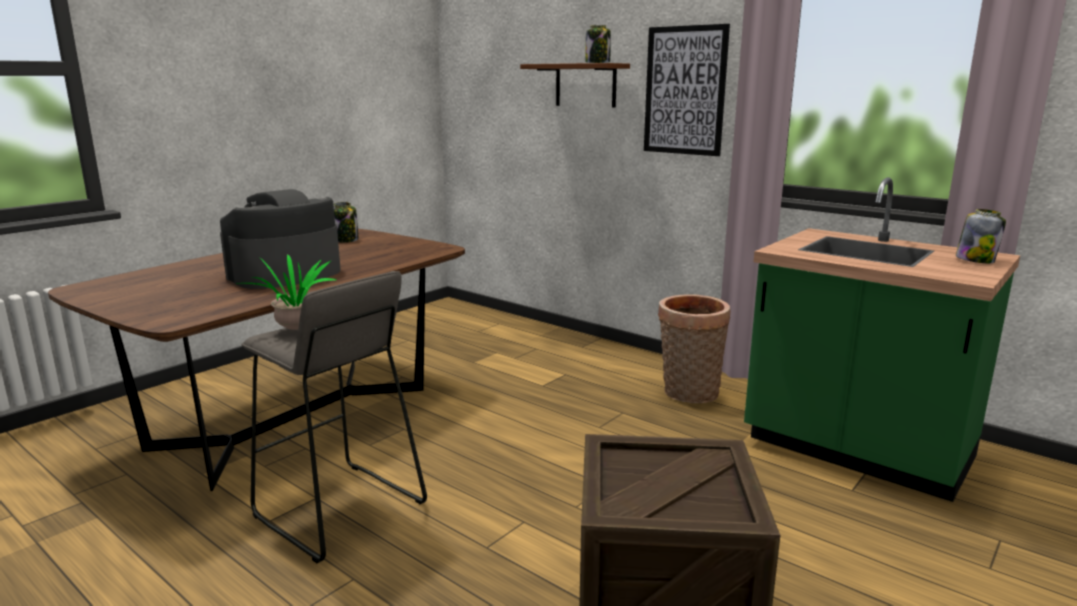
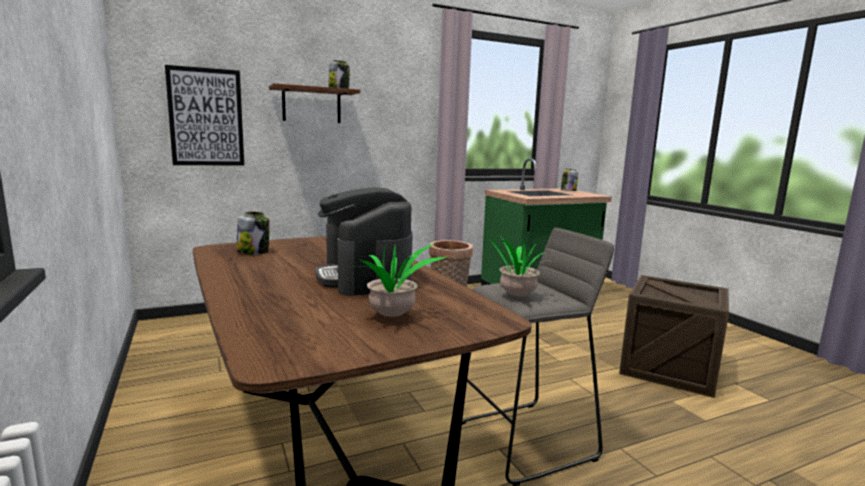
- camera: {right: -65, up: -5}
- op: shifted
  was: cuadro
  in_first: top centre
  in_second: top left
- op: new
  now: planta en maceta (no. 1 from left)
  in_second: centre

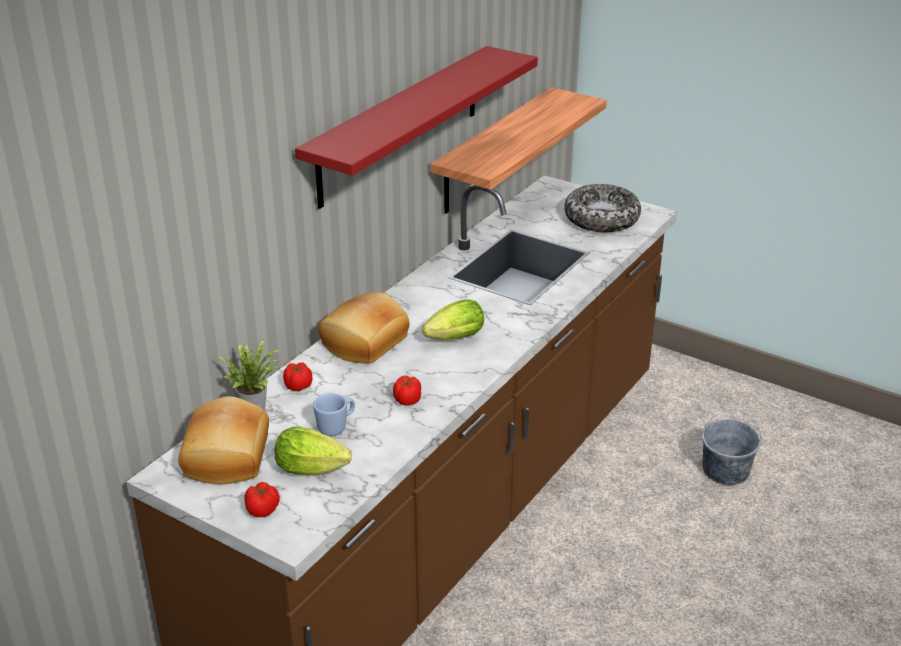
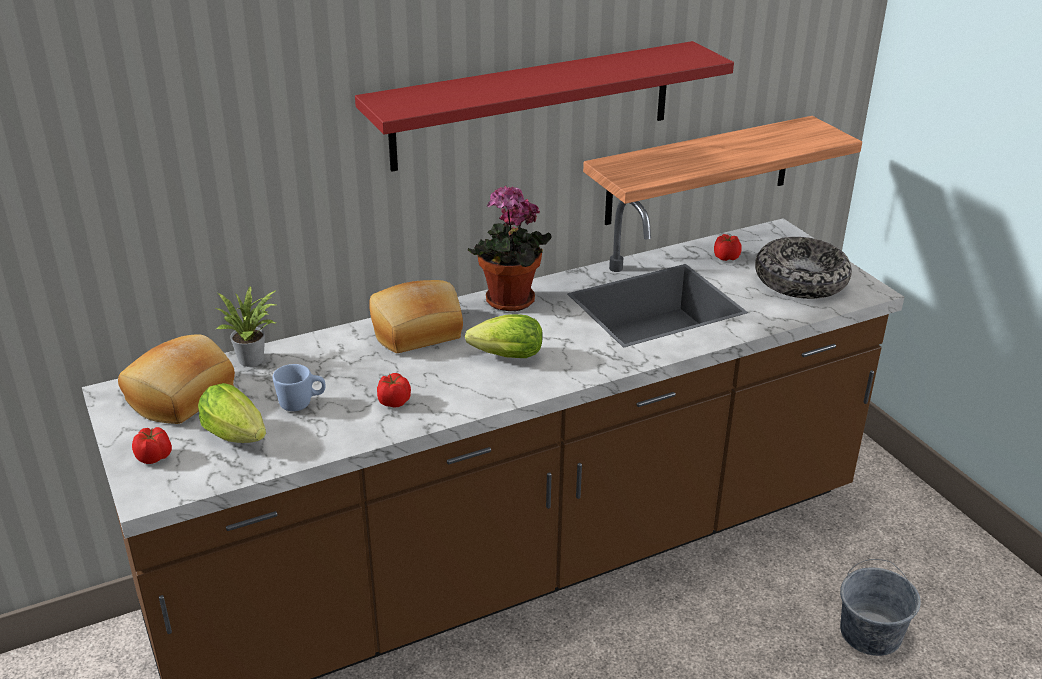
- camera: {right: 30, up: 0}
- op: shifted
  was: tomate (no. 2 from left in the first image)
  now: tomate (no. 3 from left)
  in_first: middle left
  in_second: middle right
- op: new
  now: planta en maceta (no. 2 from left)
  in_second: centre

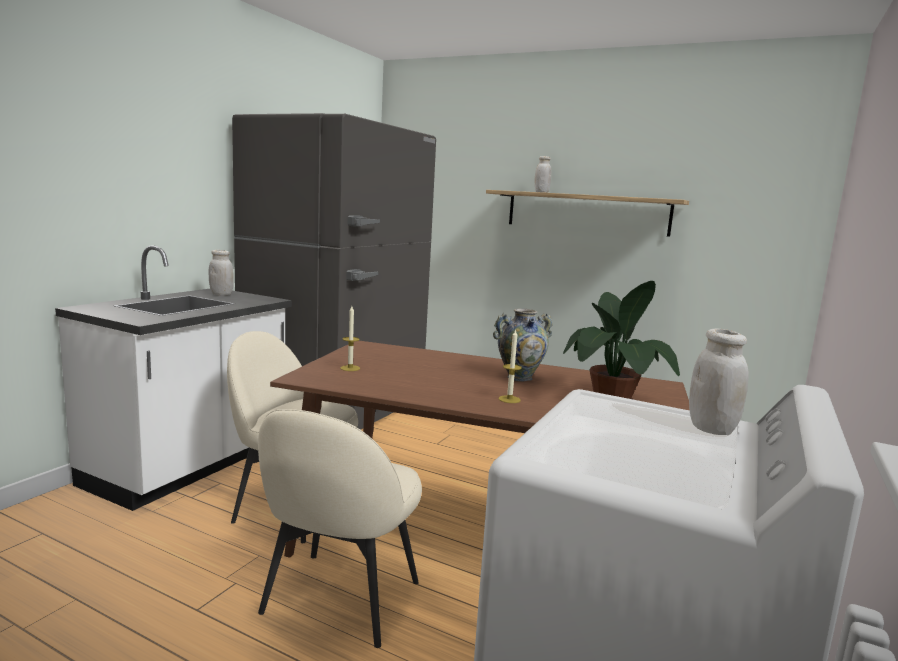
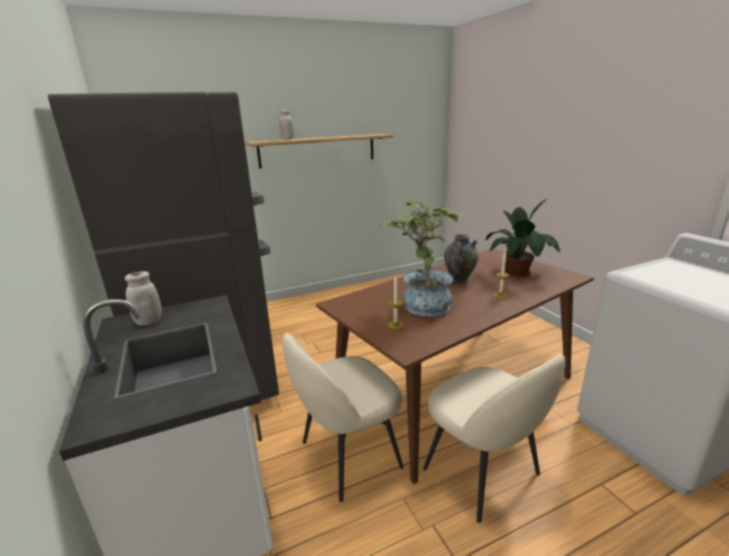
- camera: {right: -50, up: 10}
- op: gone
  was: tarro (blanco) (no. 3 from left)
  in_first: middle right
- op: new
  now: planta en maceta (no. 1 from left)
  in_second: centre

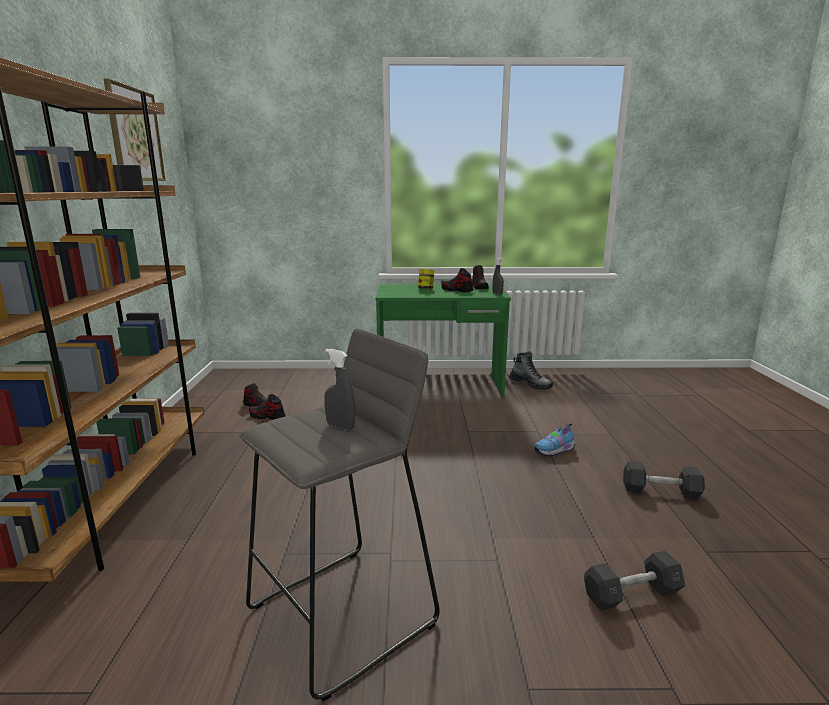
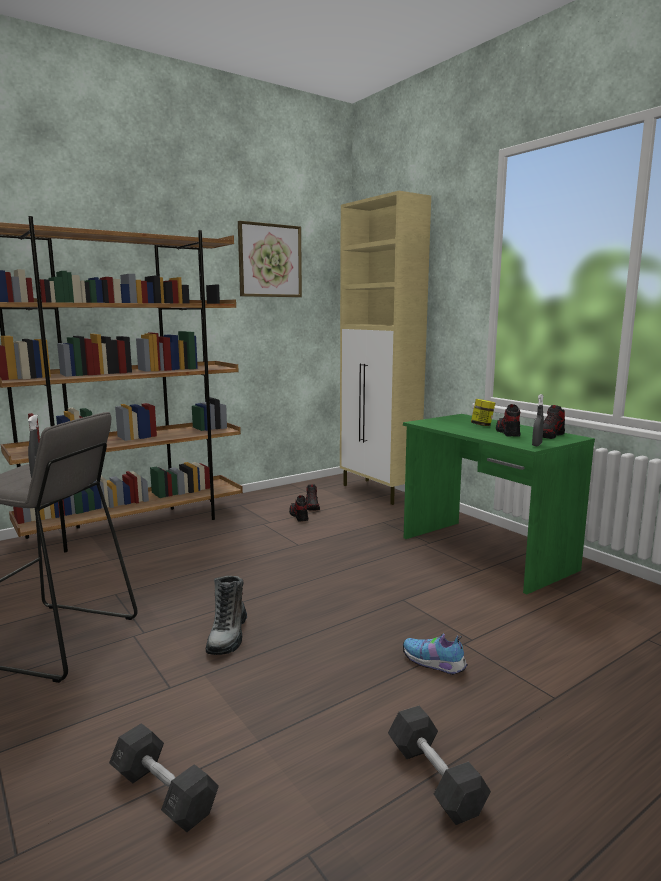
- camera: {right: 55, up: -5}
- op: shifted
  was: bota
  in_first: centre
  in_second: bottom centre
- op: new
  now: armario (beis)
  in_second: centre

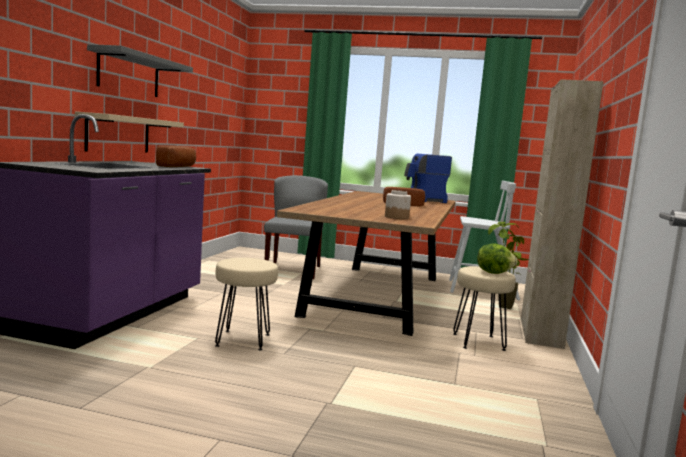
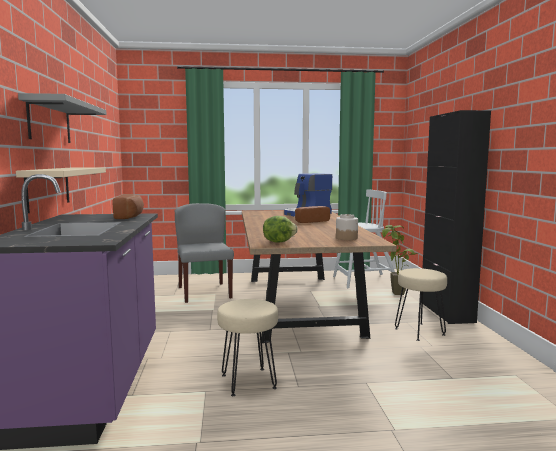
- camera: {right: -20, up: 0}
- op: repainted
  was: armario (beis)
  now: armario (negro)
  in_first: middle right
  in_second: middle right
- op: shifted
  was: lechuga
  in_first: middle right
  in_second: centre

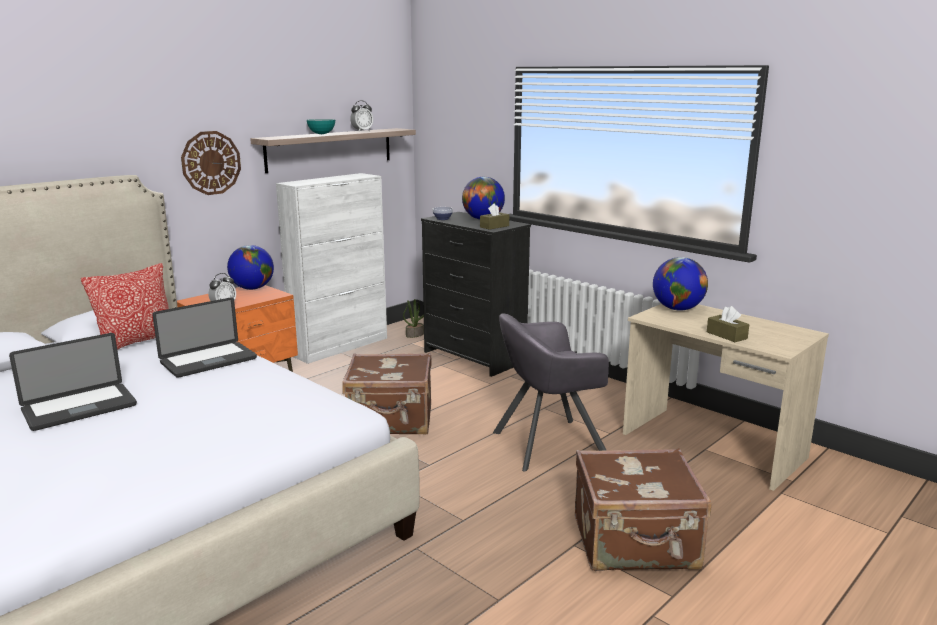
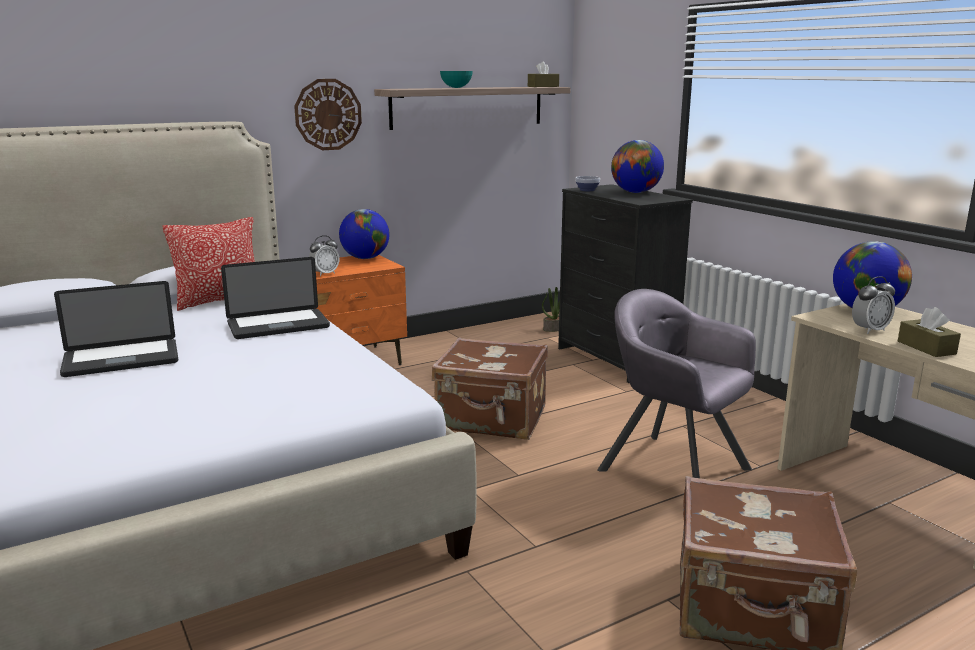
- camera: {right: 15, up: 0}
- op: shifted
  was: despertador (no. 2 from left)
  in_first: top centre
  in_second: middle right
- op: gone
  was: armario (blanco)
  in_first: centre
- op: shifted
  was: caja de pañuelos (marrón) (no. 1 from left)
  in_first: centre
  in_second: top centre
- op: rotated
  was: sillón (gris)
  in_first: centre
  in_second: middle right
  clockwise: 45

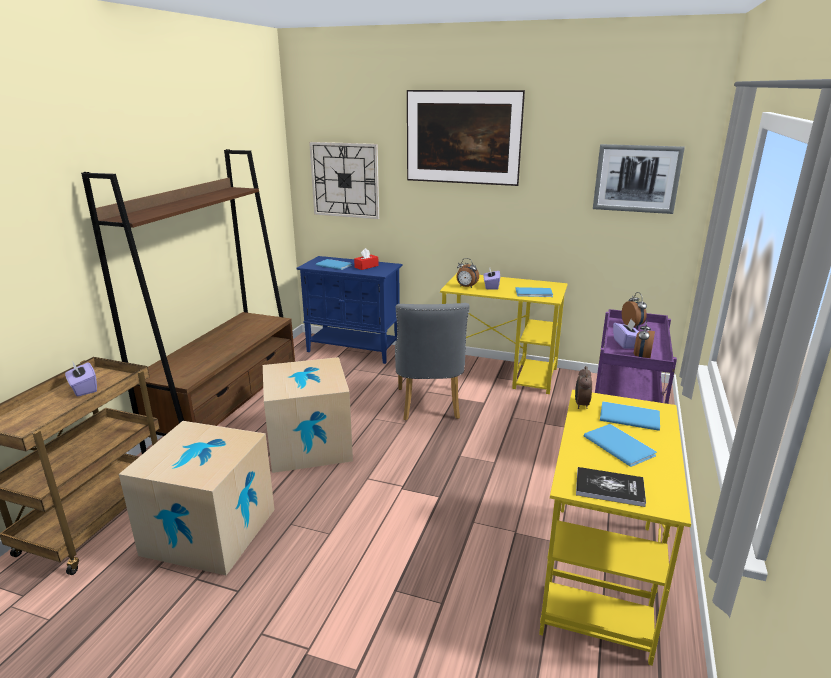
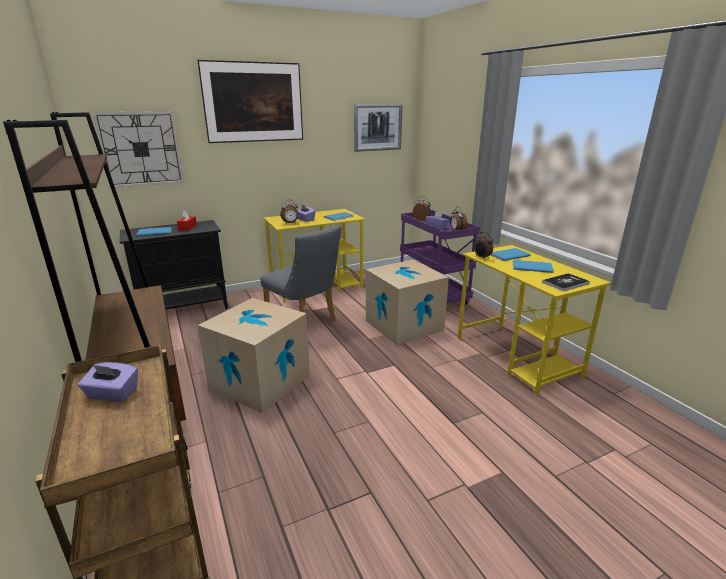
- camera: {right: -45, up: 0}
- op: repainted
  was: armario (azul)
  now: armario (negro)
  in_first: centre
  in_second: middle left
- op: shifted
  was: caja de cartón (no. 1 from left in the first image)
  now: caja de cartón (no. 2 from left)
  in_first: bottom left
  in_second: centre

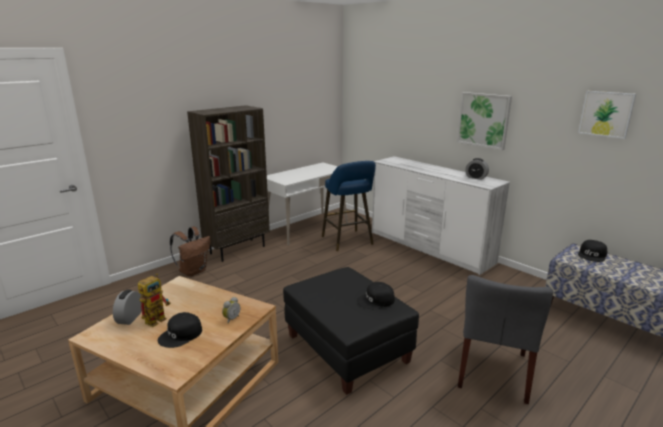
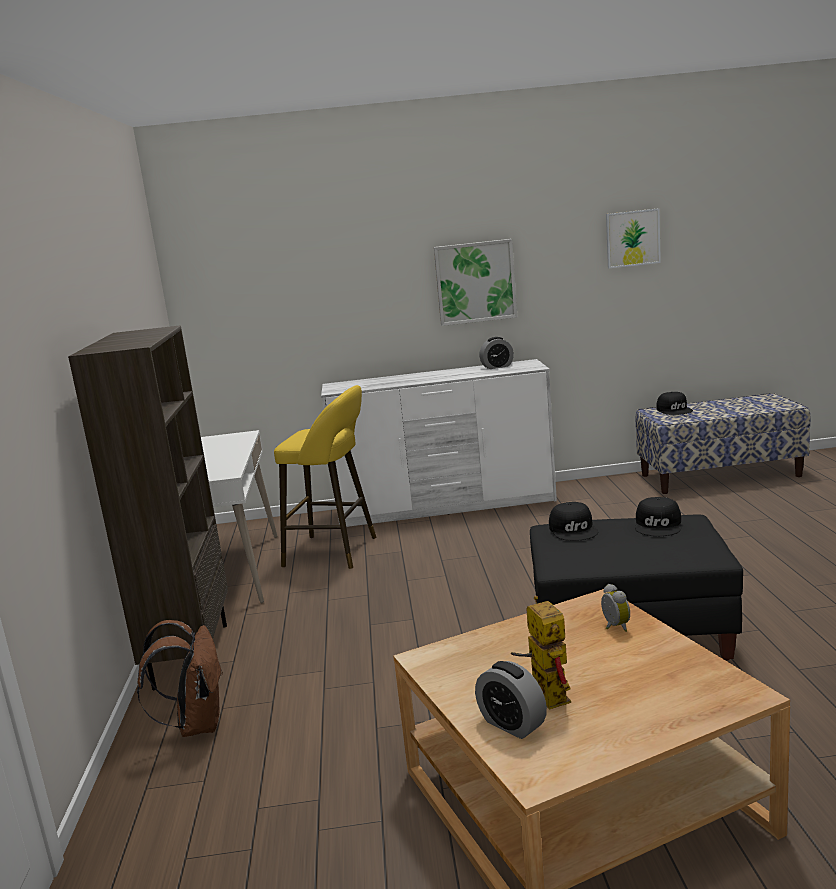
- camera: {right: -50, up: -5}
- op: repainted
  was: taburete (azul)
  now: taburete (amarillo)
  in_first: centre
  in_second: centre
- op: gone
  was: silla (gris)
  in_first: bottom right
- op: shifted
  was: gorra (negro) (no. 1 from left)
  in_first: bottom left
  in_second: middle right

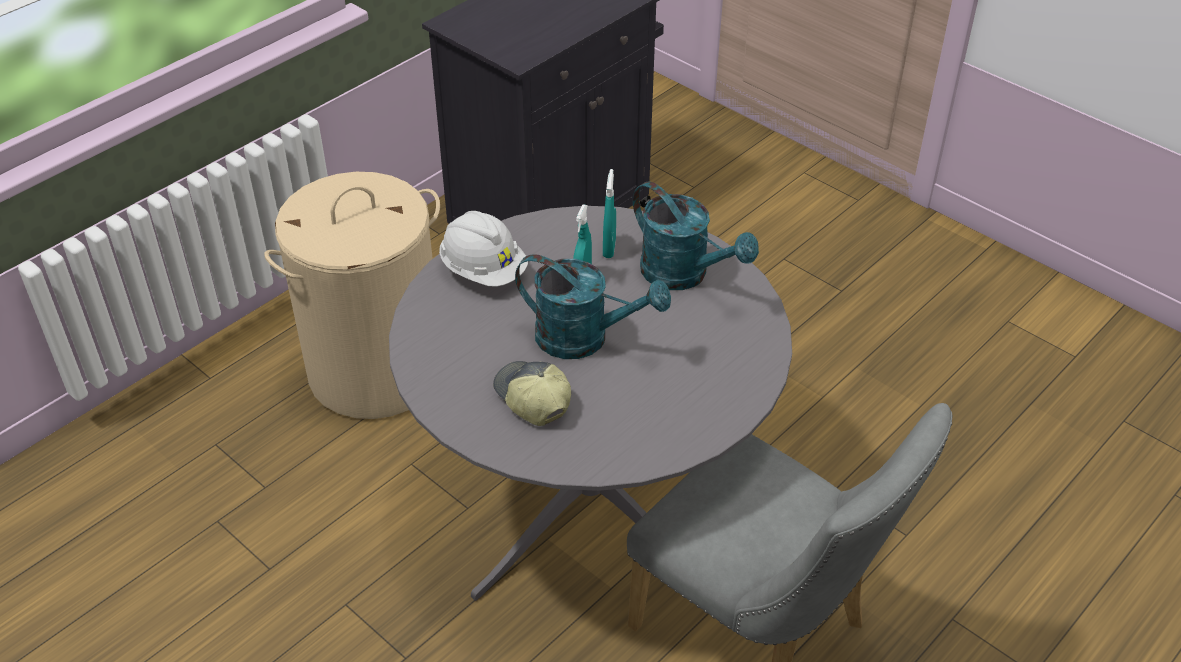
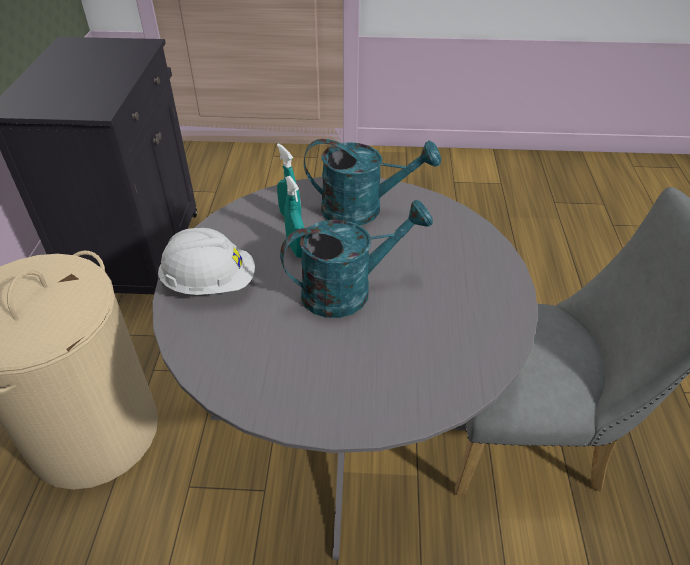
- camera: {right: -40, up: 0}
- op: gone
  was: gorra
  in_first: centre

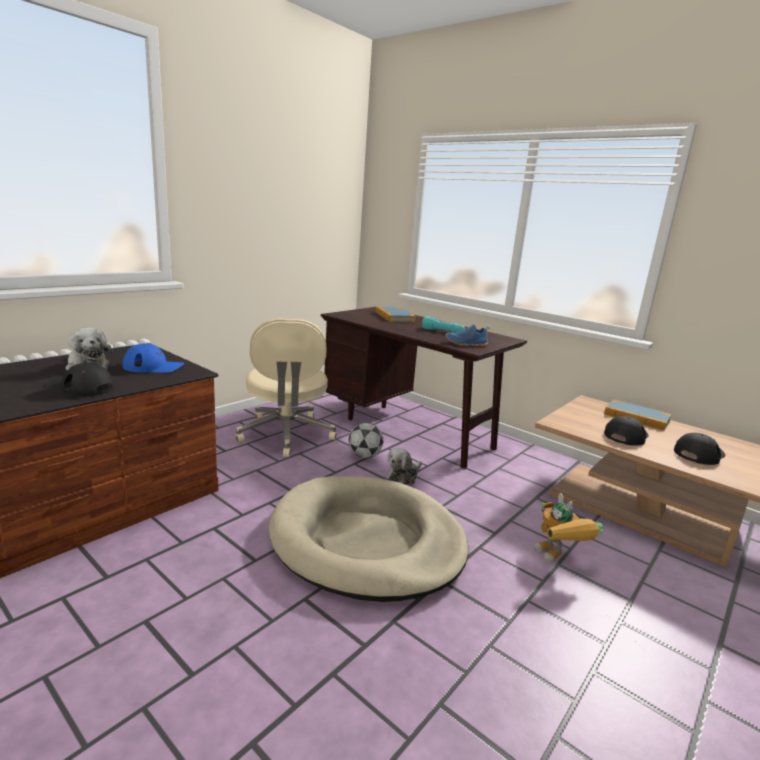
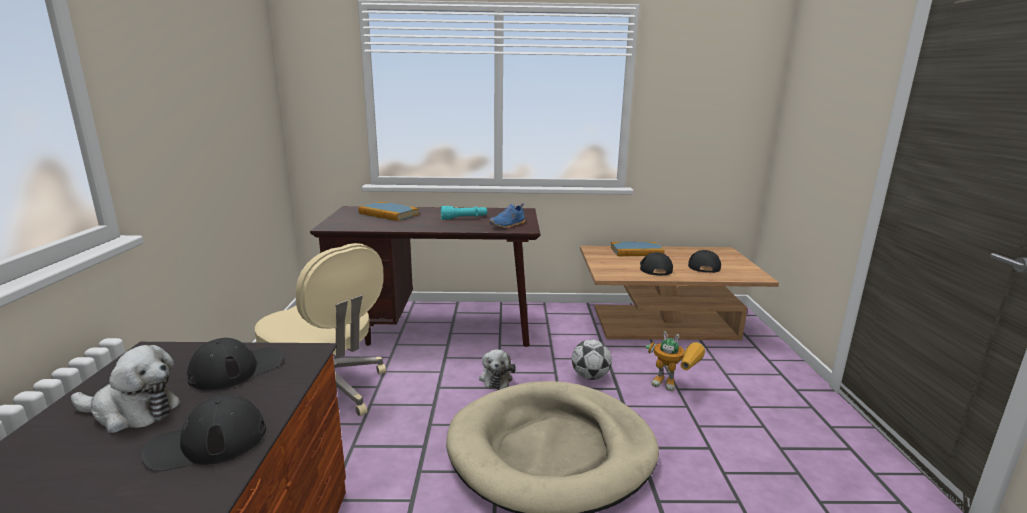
- camera: {right: -40, up: 0}
- op: repainted
  was: gorra (azul)
  now: gorra (negro) (no. 2 from left)
  in_first: middle left
  in_second: bottom left
- op: shifted
  was: balón de fútbol
  in_first: centre
  in_second: bottom centre

